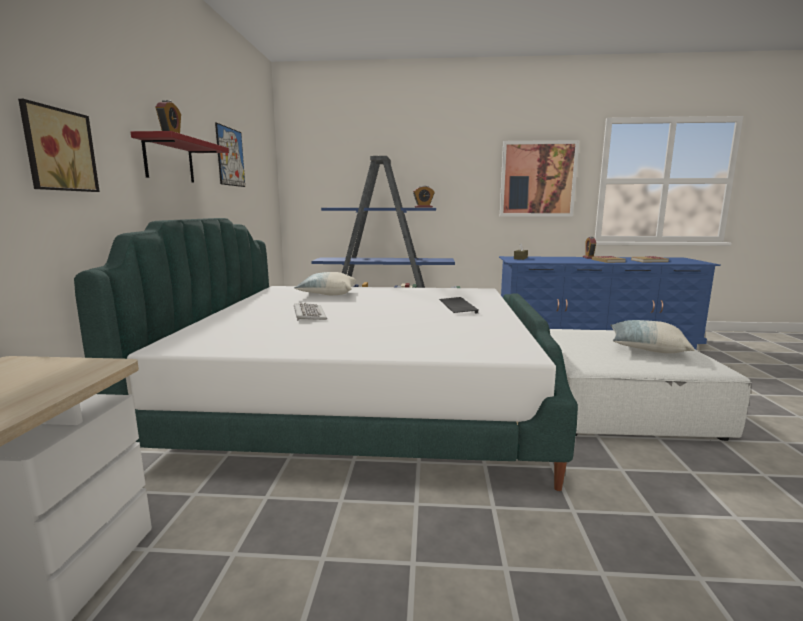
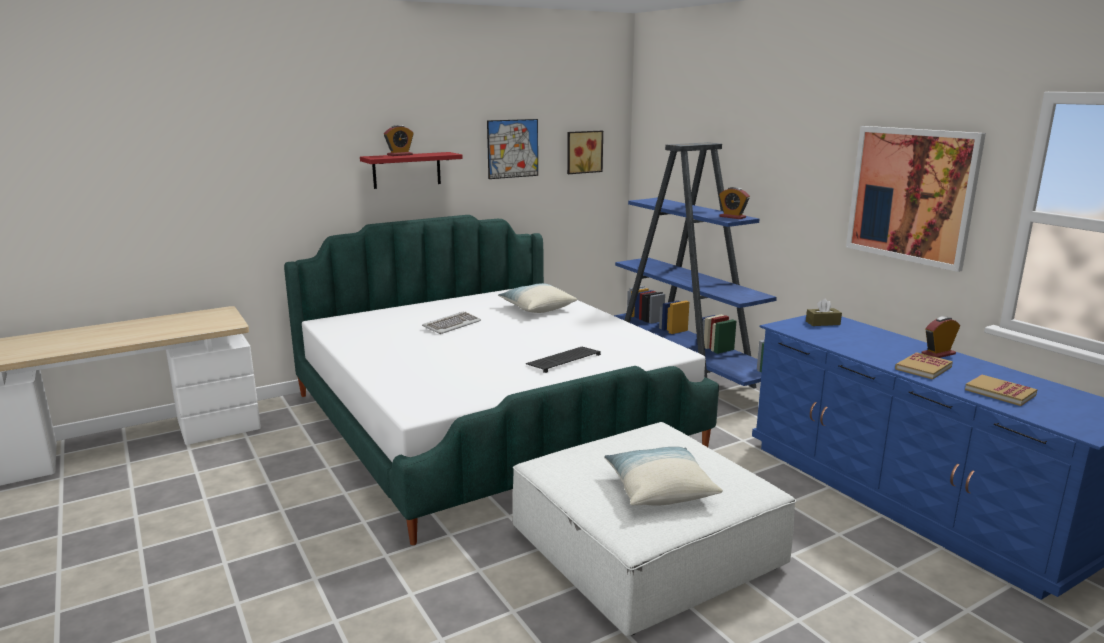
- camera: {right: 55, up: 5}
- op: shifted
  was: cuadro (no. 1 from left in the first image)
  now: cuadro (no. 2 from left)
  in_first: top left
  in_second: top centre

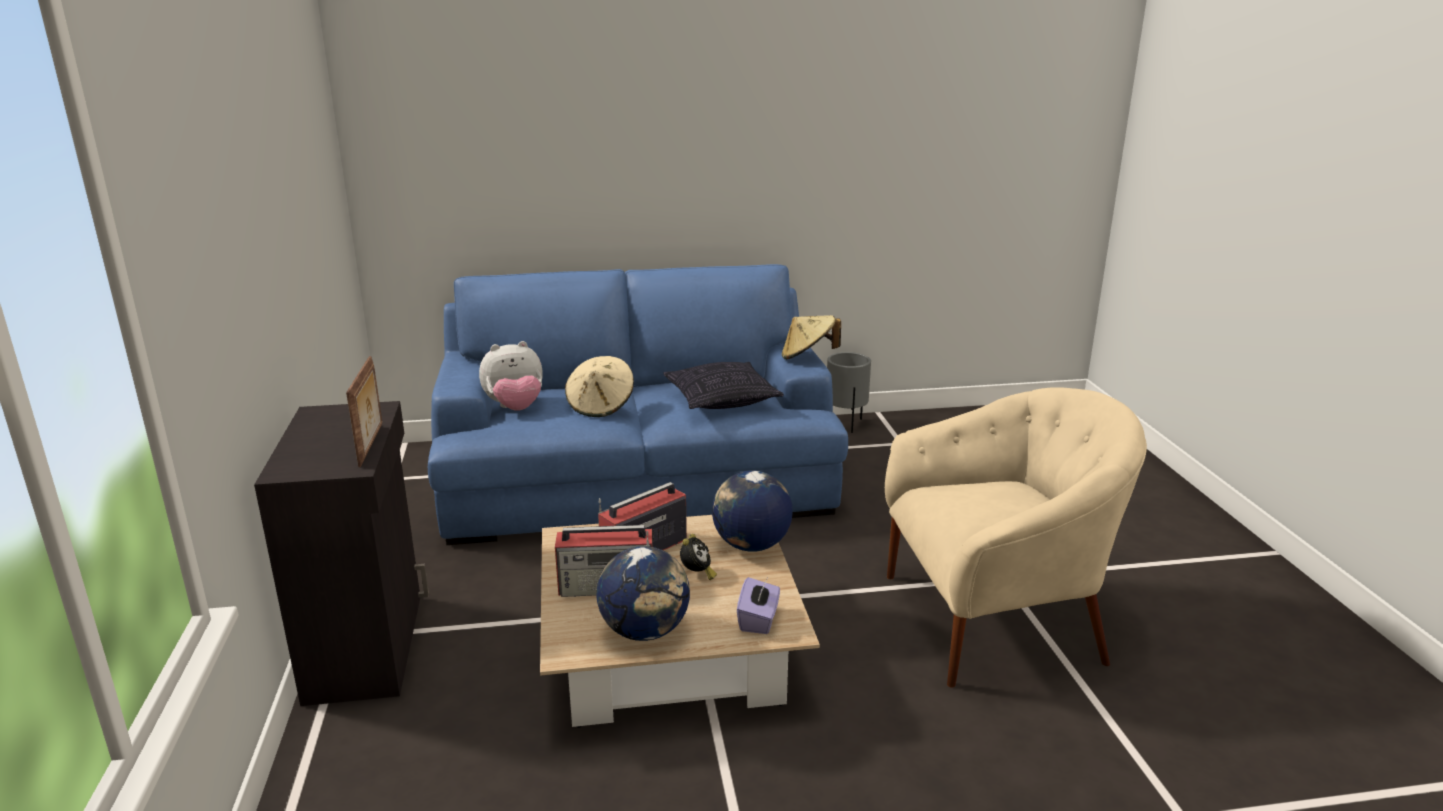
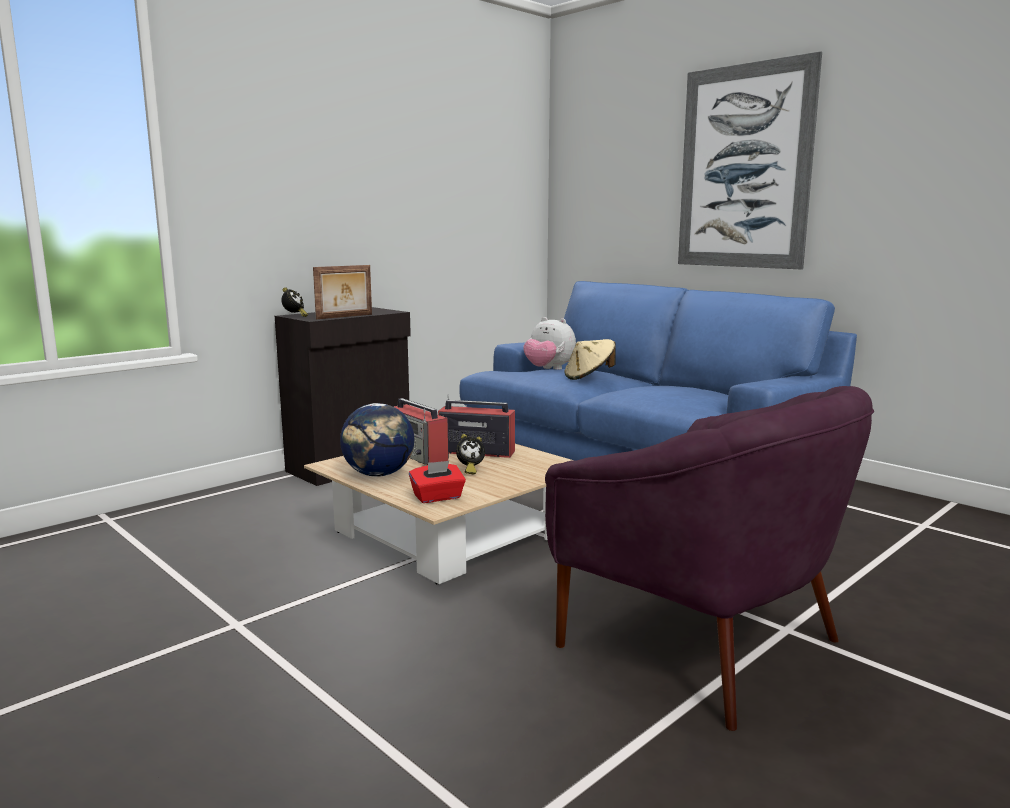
- camera: {right: 55, up: -10}
- op: gone
  was: sombrero (beis) (no. 2 from left)
  in_first: centre
- op: gone
  was: maceta (gris)
  in_first: centre
- op: gone
  was: cojín
  in_first: centre
- op: repainted
  was: sillón (beis)
  now: sillón (morado)
  in_first: middle right
  in_second: bottom right
- op: gone
  was: globo terráqueo (no. 2 from left)
  in_first: centre
- op: repainted
  was: caja de pañuelos (morado)
  now: caja de pañuelos (rojo)
  in_first: bottom centre
  in_second: centre
- op: new
  now: cuadro
  in_second: top right
- op: new
  now: despertador (no. 1 from left)
  in_second: middle left

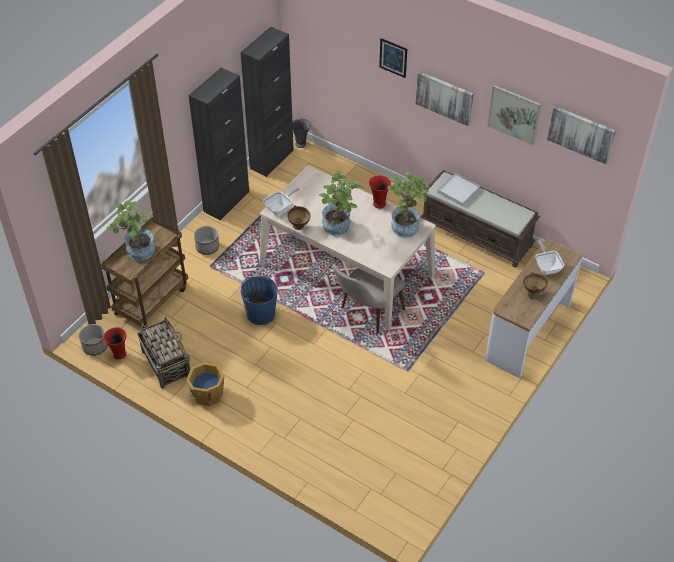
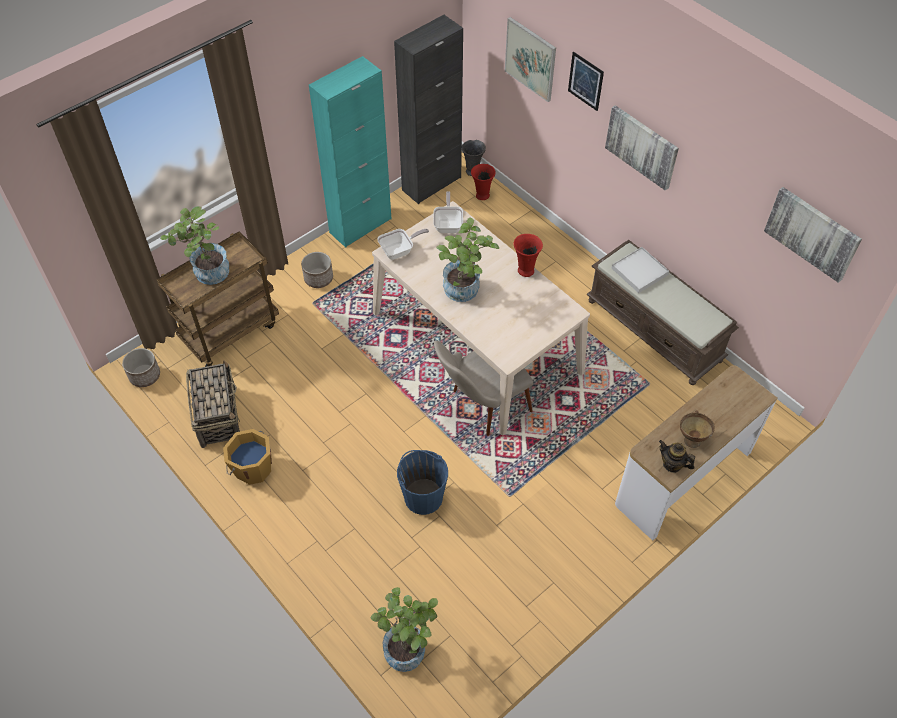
- camera: {right: 15, up: 5}
- op: repainted
  was: armario (negro) (no. 1 from left)
  now: armario (turquesa)
  in_first: top left
  in_second: top centre
- op: shifted
  was: cuadro (no. 3 from left in the first image)
  now: cuadro (no. 1 from left)
  in_first: top right
  in_second: top centre
- op: shifted
  was: planta en maceta (no. 3 from left in the first image)
  now: planta en maceta (no. 2 from left)
  in_first: centre
  in_second: bottom centre
- op: gone
  was: cuenco (marrón) (no. 1 from left)
  in_first: centre
- op: shifted
  was: sartén (no. 2 from left)
  in_first: middle right
  in_second: top centre
- op: shifted
  was: cubo (azul)
  in_first: centre
  in_second: bottom centre
- op: shifted
  was: florero (rojo) (no. 1 from left)
  in_first: middle left
  in_second: top centre
- op: new
  now: tetera
  in_second: middle right

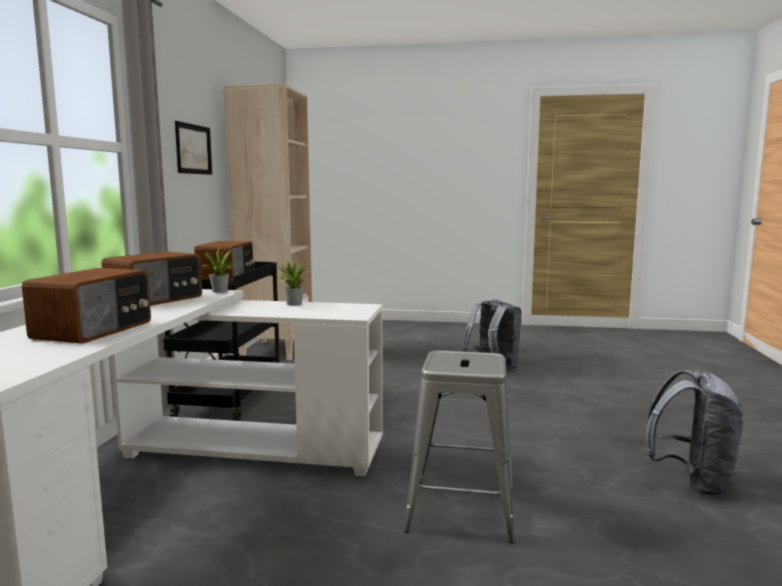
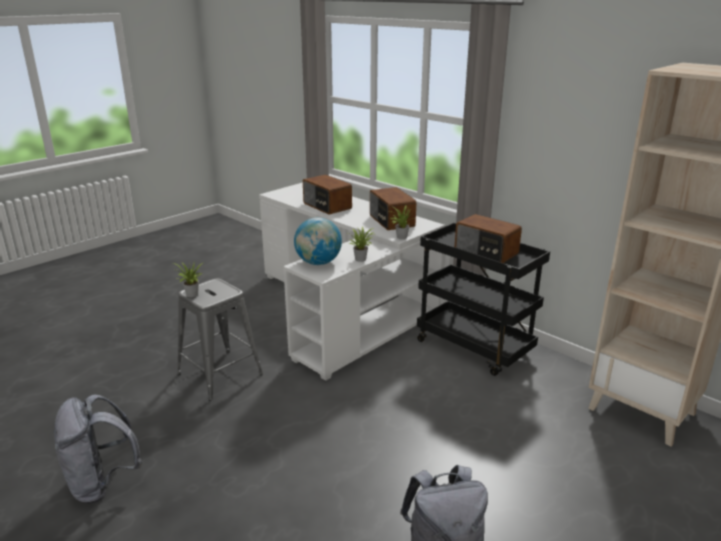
- camera: {right: 125, up: 15}
- op: gone
  was: cuadro
  in_first: top left
- op: new
  now: globo terráqueo
  in_second: centre
- op: new
  now: planta en maceta (no. 1 from left)
  in_second: middle left

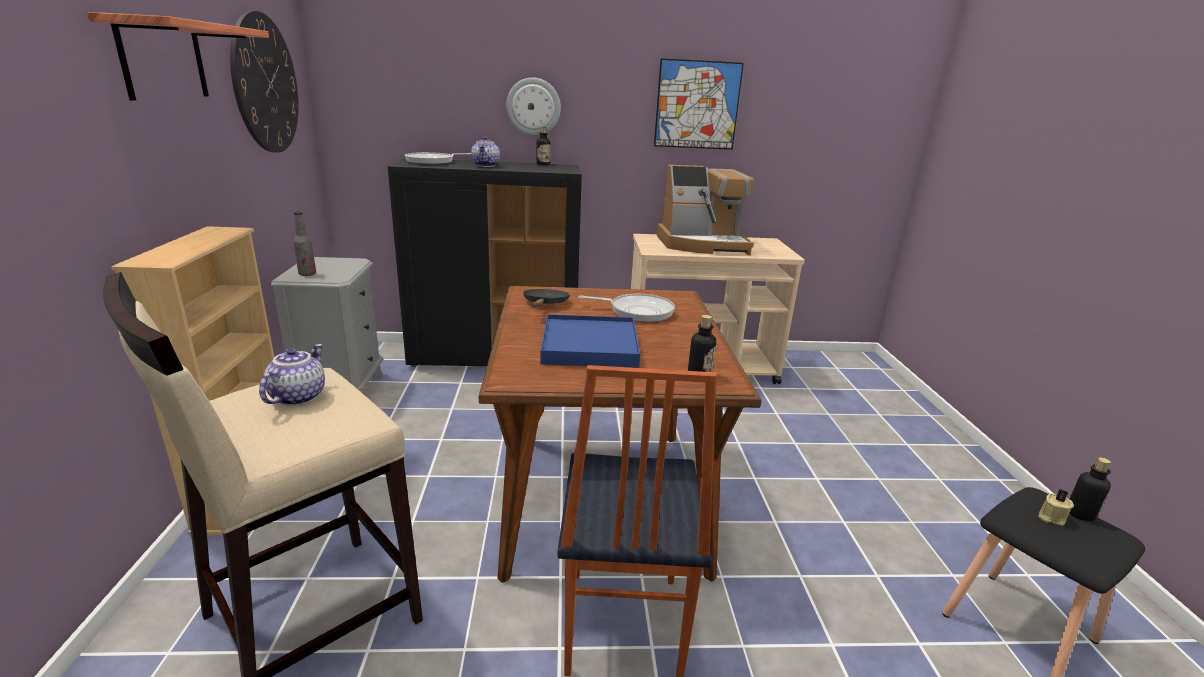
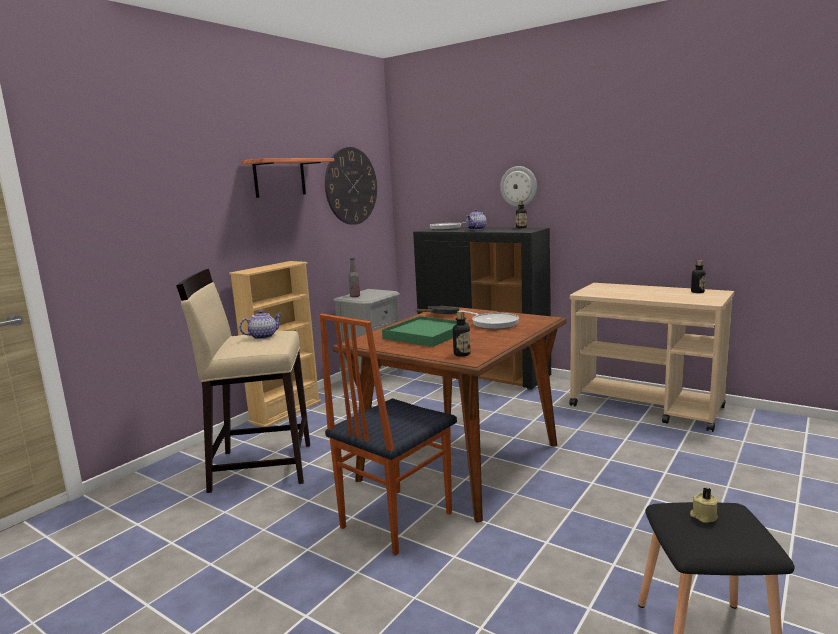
- camera: {right: 40, up: -10}
- op: gone
  was: cuadro
  in_first: top centre
- op: gone
  was: cafetera
  in_first: top centre
- op: repainted
  was: bandeja (azul)
  now: bandeja (verde)
  in_first: centre
  in_second: centre
- op: shifted
  was: botella (no. 4 from left)
  in_first: bottom right
  in_second: middle right

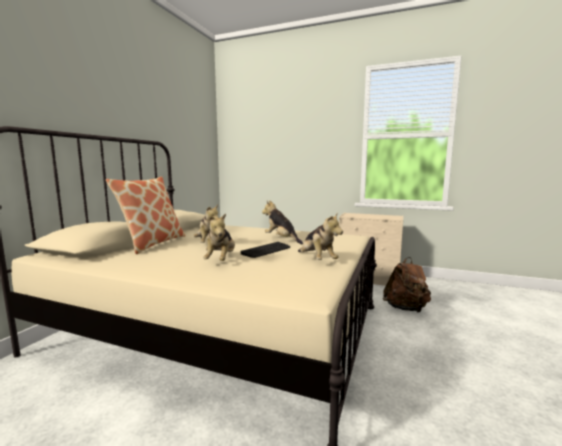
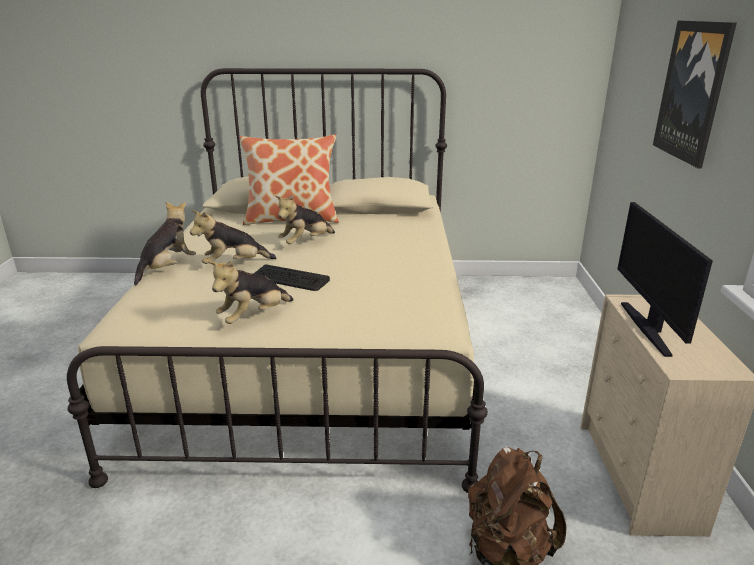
- camera: {right: 70, up: 15}
- op: shifted
  was: peluche (no. 3 from left in the first image)
  now: peluche (no. 1 from left)
  in_first: centre
  in_second: middle left
- op: new
  now: cuadro
  in_second: top right
- op: new
  now: monitor
  in_second: middle right

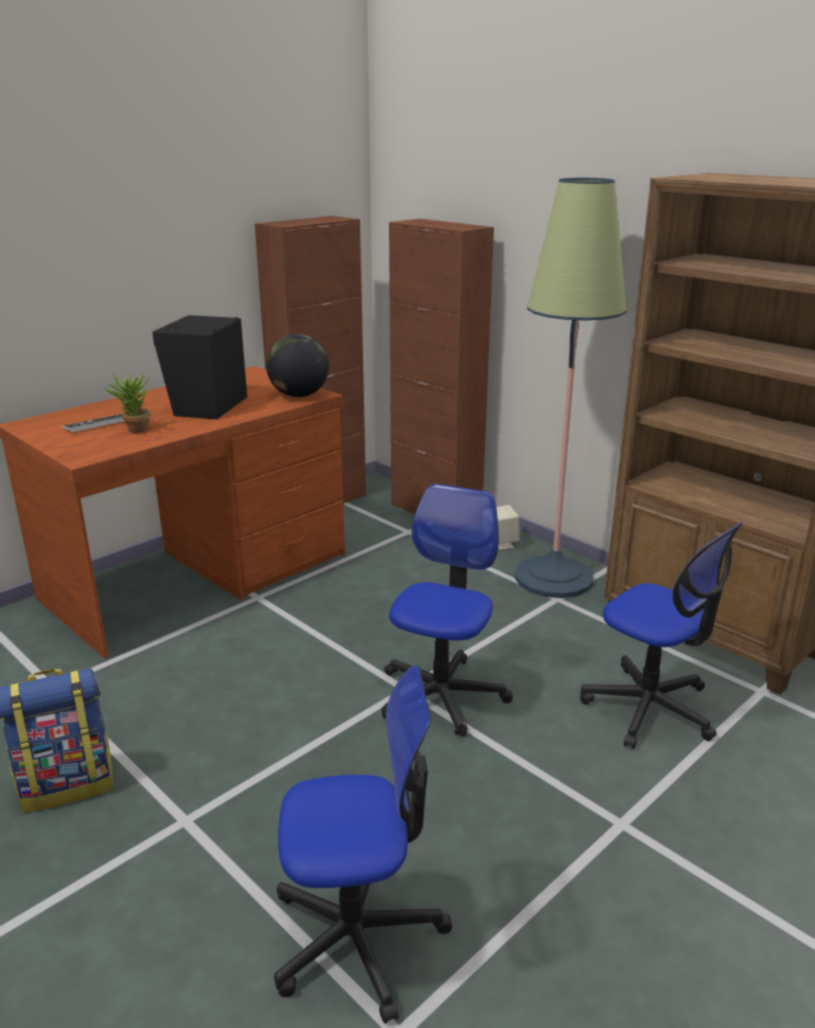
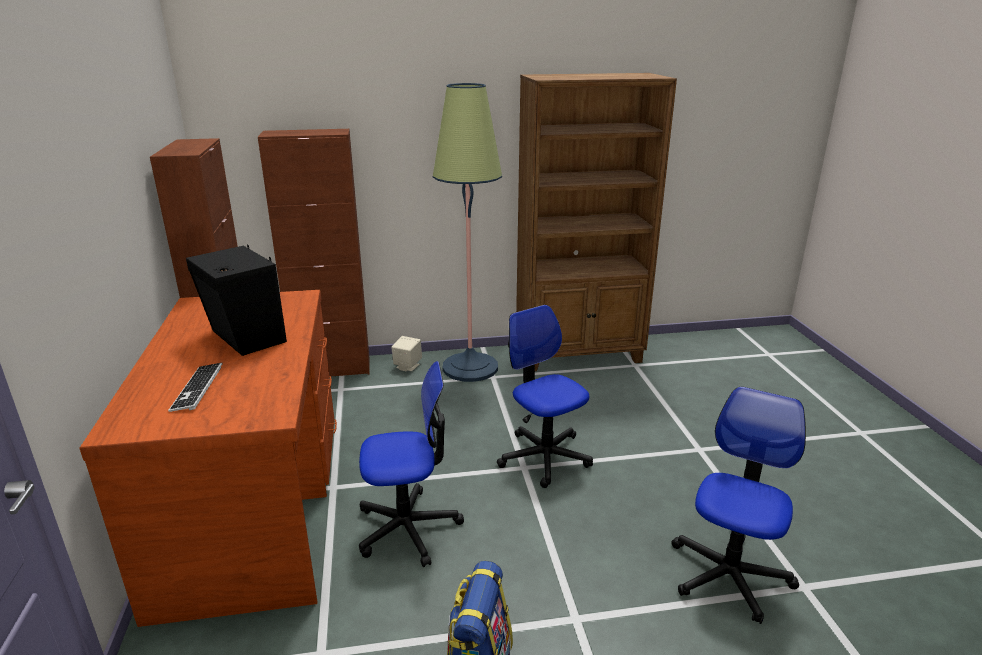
- camera: {right: -55, up: 0}
- op: gone
  was: globo terráqueo
  in_first: centre
- op: gone
  was: planta en maceta
  in_first: middle left
- op: shifted
  was: silla de oficina (no. 3 from left in the first image)
  now: silla de oficina (no. 1 from left)
  in_first: middle right
  in_second: bottom centre

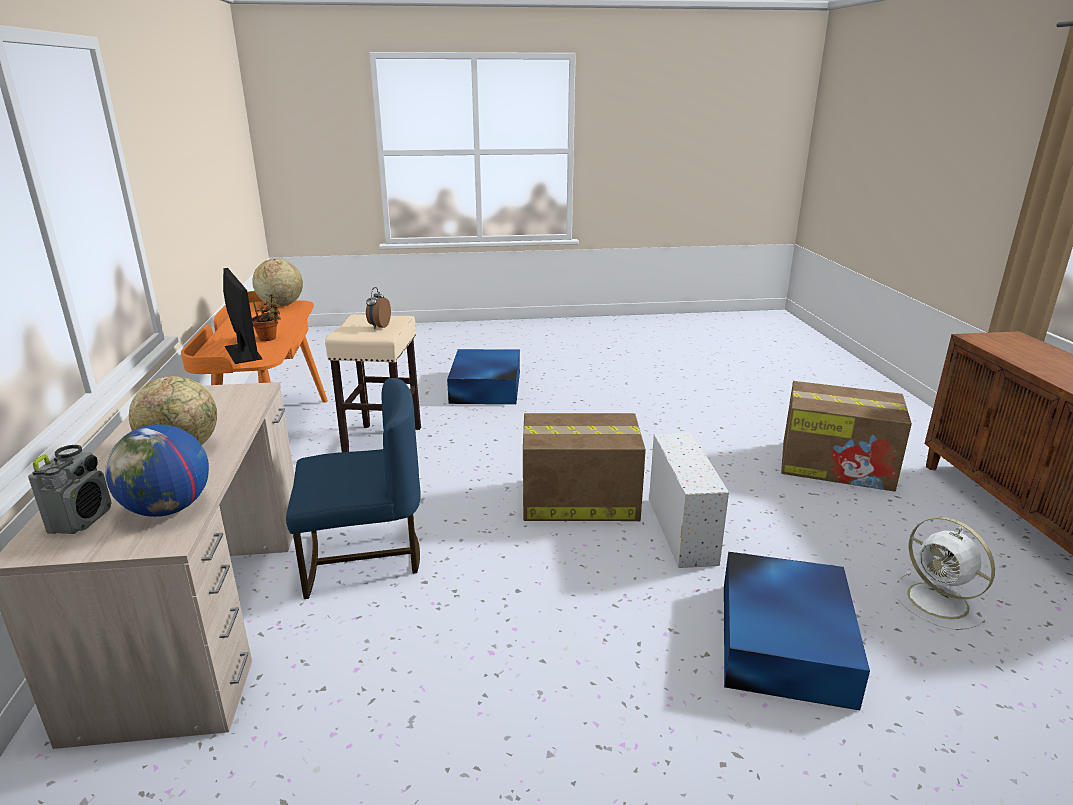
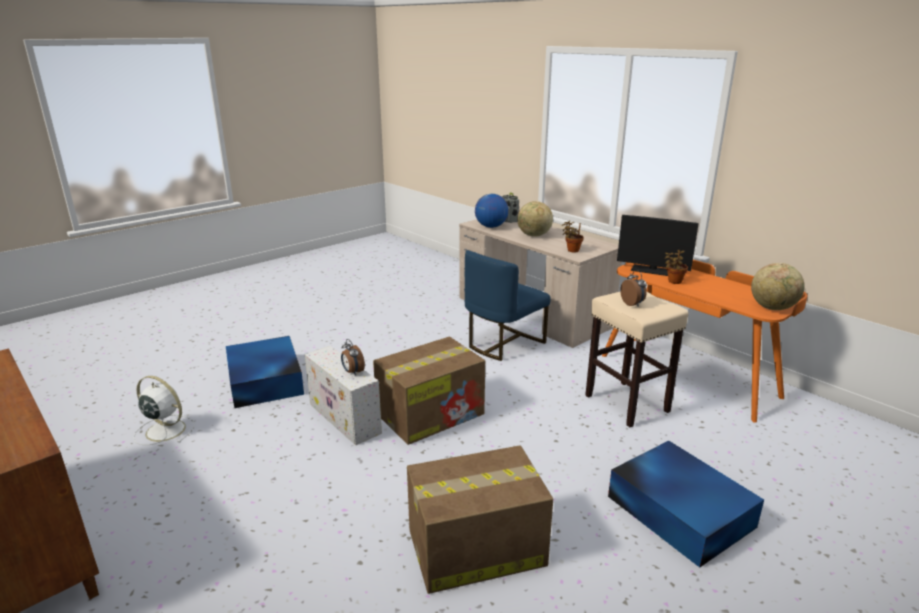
- camera: {right: 145, up: 0}
- op: shifted
  was: caja de cartón (no. 2 from left)
  in_first: middle right
  in_second: bottom centre
- op: new
  now: planta en maceta (no. 1 from left)
  in_second: centre
- op: new
  now: despertador (no. 1 from left)
  in_second: centre

